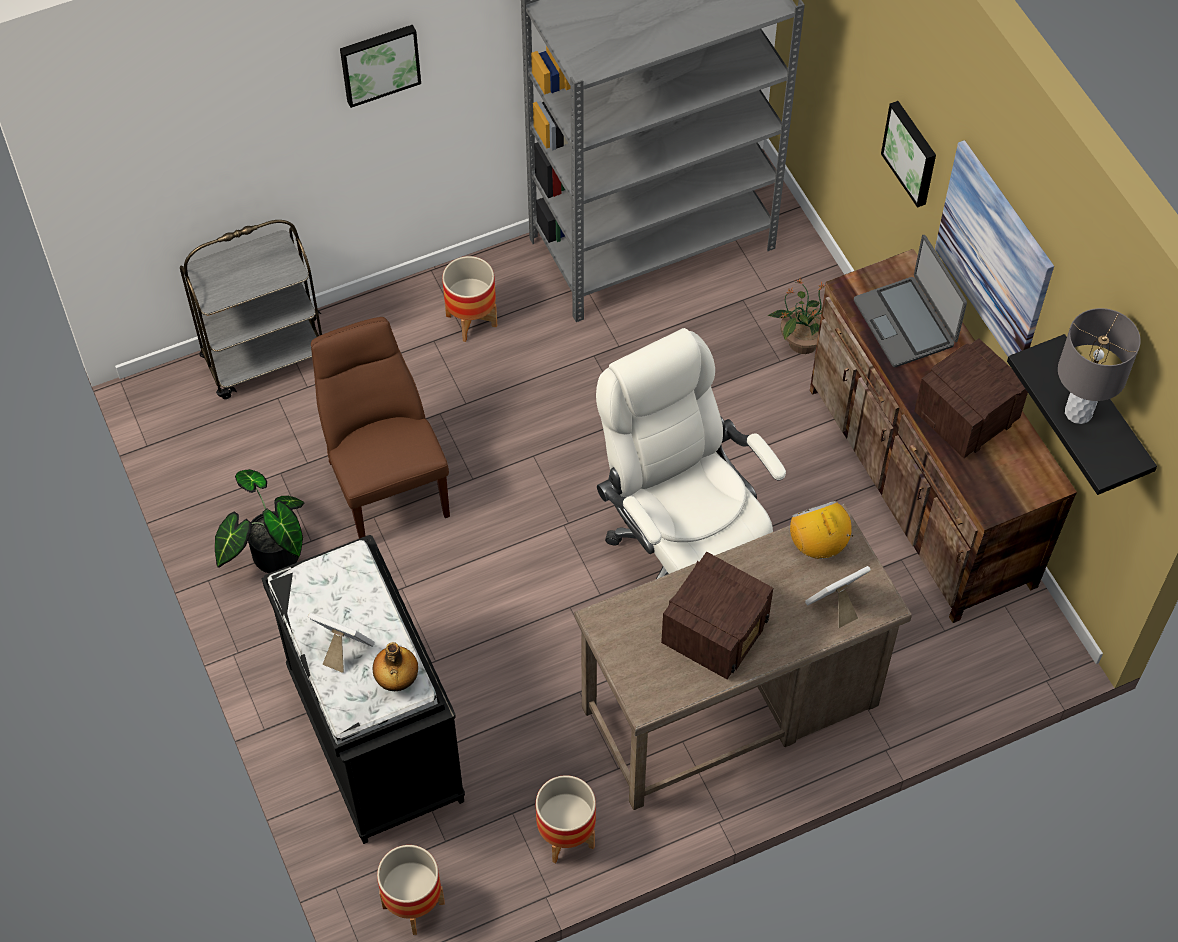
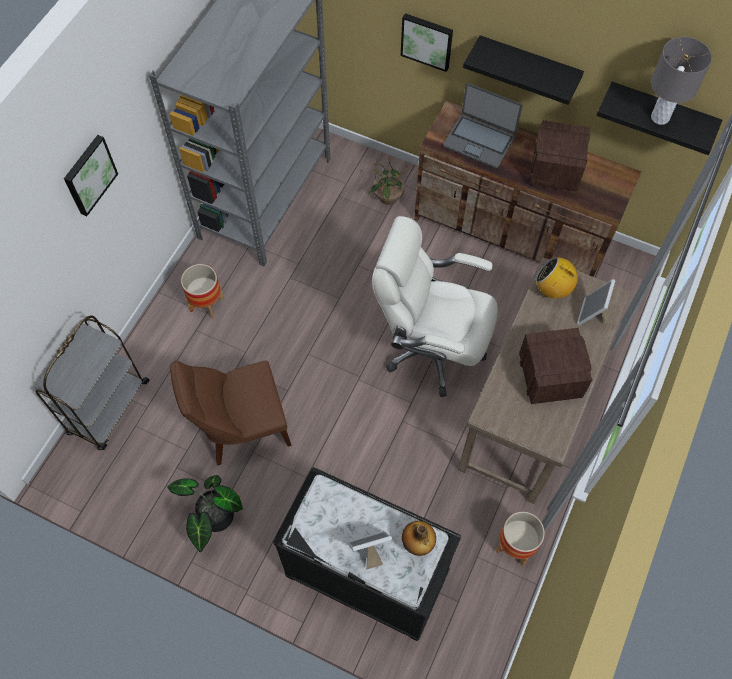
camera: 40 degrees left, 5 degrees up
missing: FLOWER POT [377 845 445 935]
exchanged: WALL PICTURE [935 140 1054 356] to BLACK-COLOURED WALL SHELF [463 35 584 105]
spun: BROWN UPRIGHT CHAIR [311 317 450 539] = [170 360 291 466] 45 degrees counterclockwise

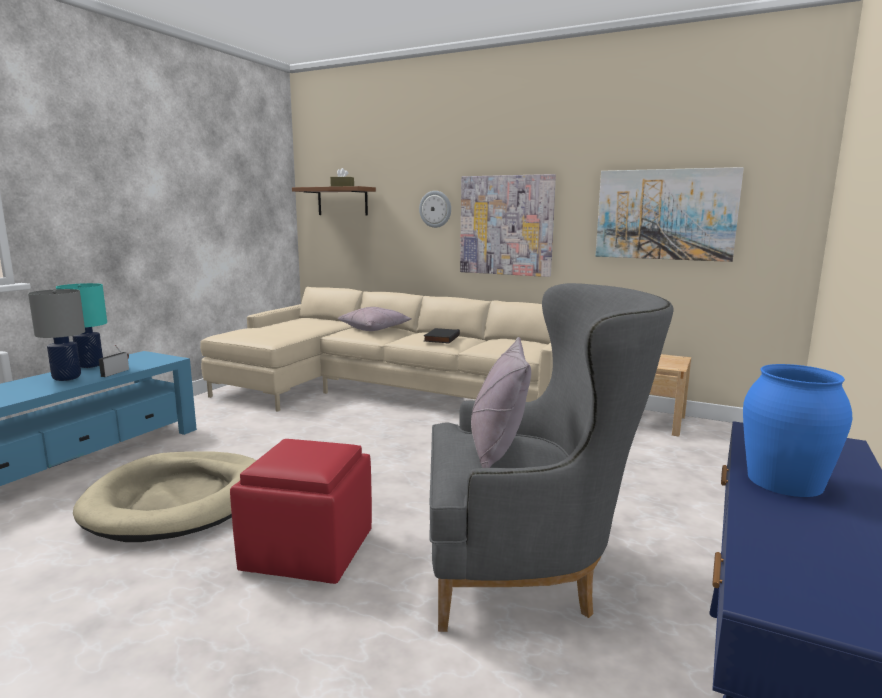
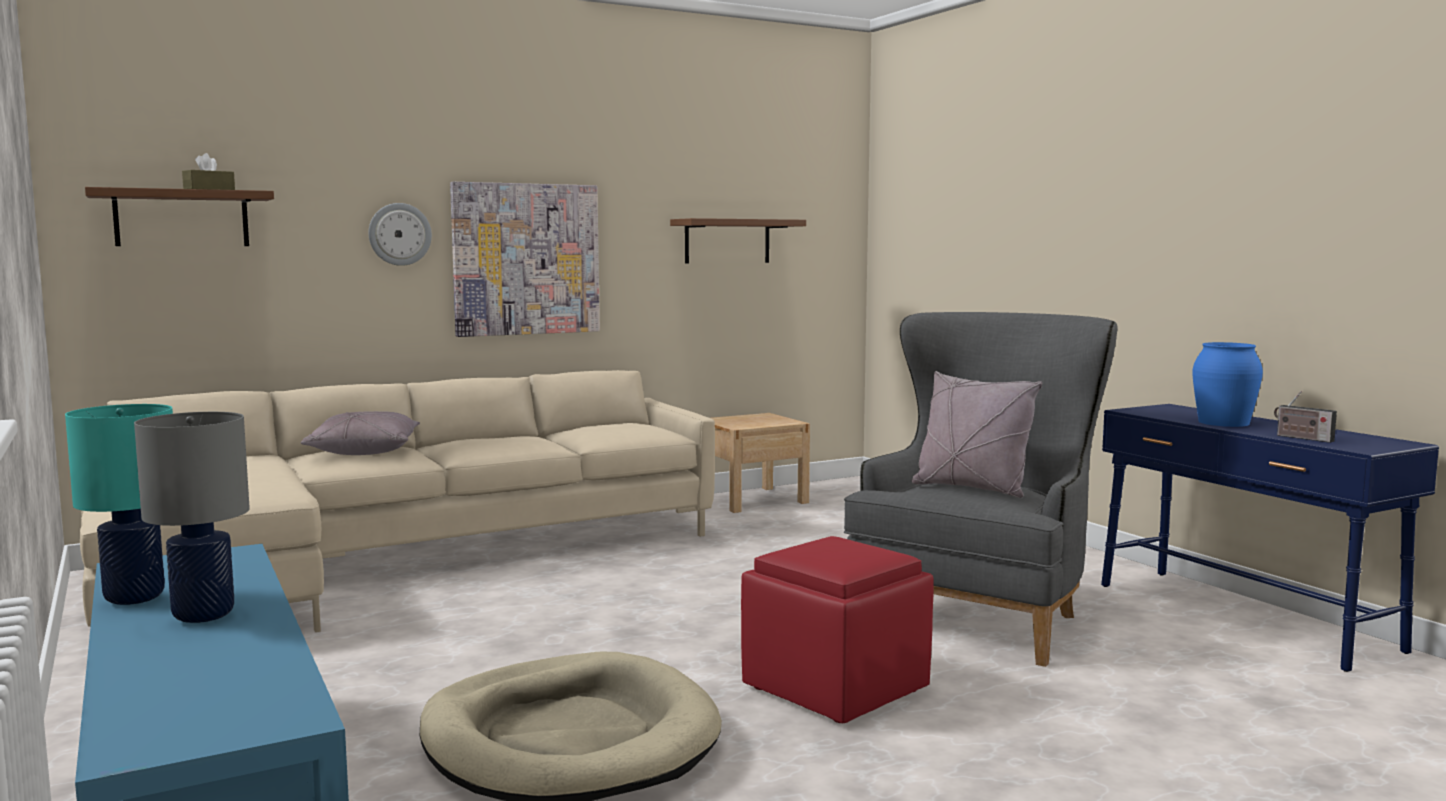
camera: 55 degrees left, 5 degrees down
missing: BLACK-COLOURED VOLUME [424 328 460 344]
relocated: RADIO SET [99 345 129 377] to [1274 391 1337 443]
exchanged: WALL PICTURE [596 167 744 262] to BROWN WALL SHELF [670 218 806 263]

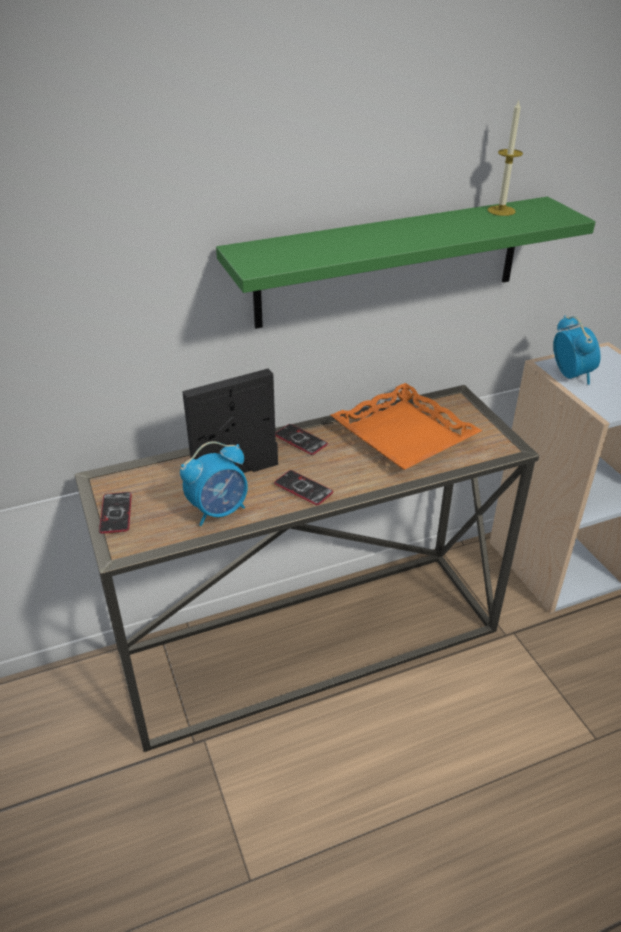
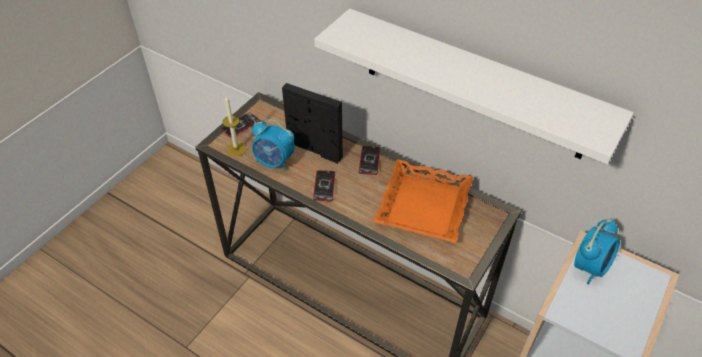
camera: 55 degrees right, 10 degrees up
relocated: CANDLE [488 100 523 216] to [223 96 246 156]
colour: GREENISH WALL SHELF [216 197 595 329] to WHITE WALL SHELF [314 8 634 164]

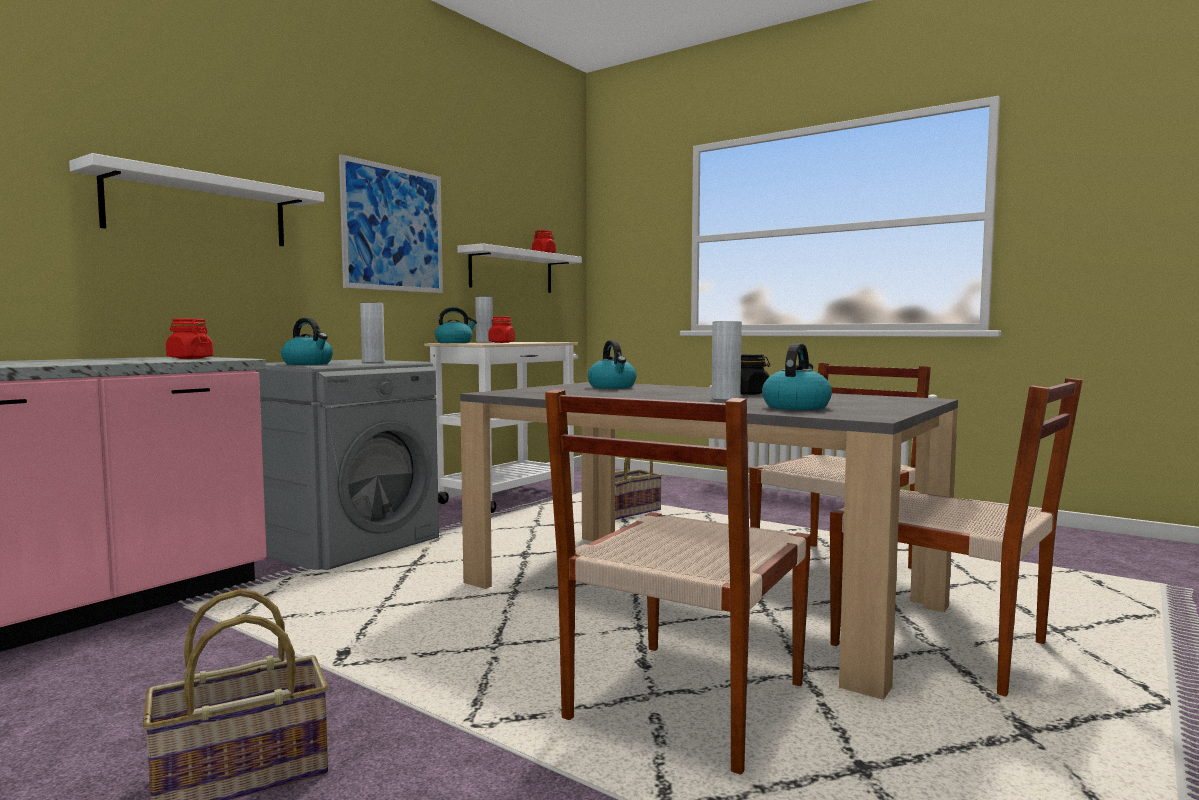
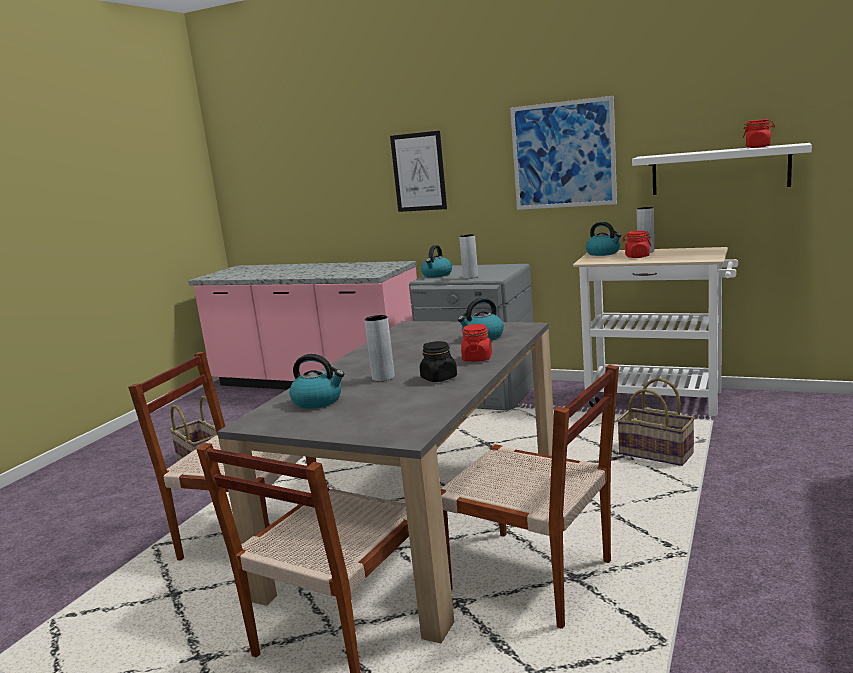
camera: 80 degrees right, 10 degrees up
relocated: RED JAR [166 319 213 359] to [461 324 492 361]
exchanged: WHITE WALL SHELF [69 153 324 246] to WALL PICTURE [390 131 447 212]

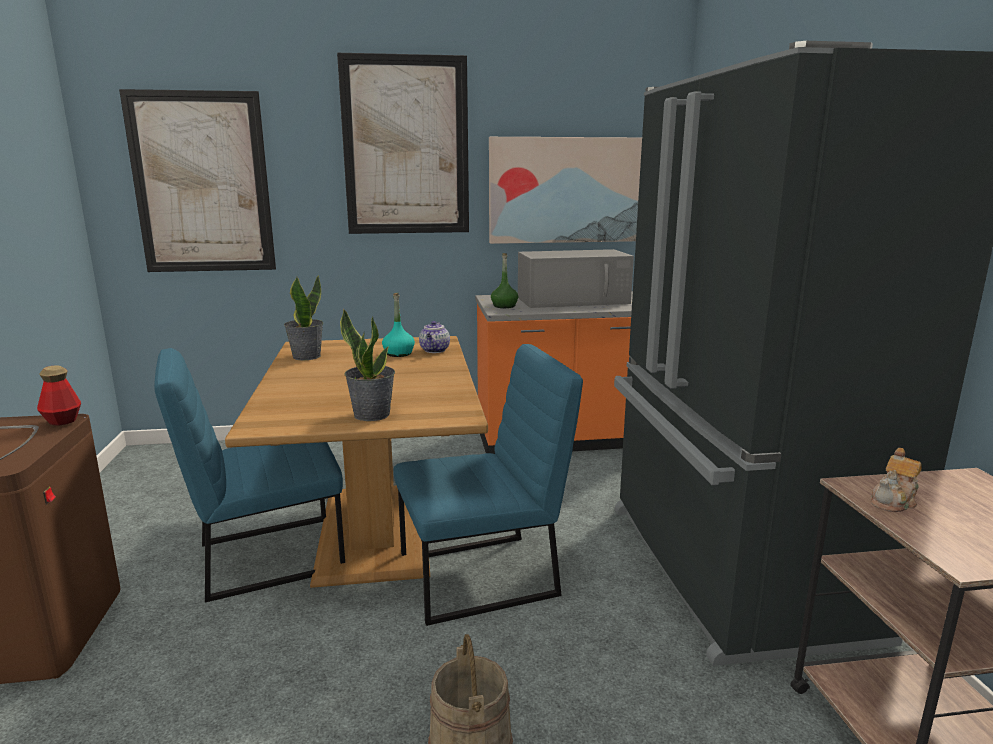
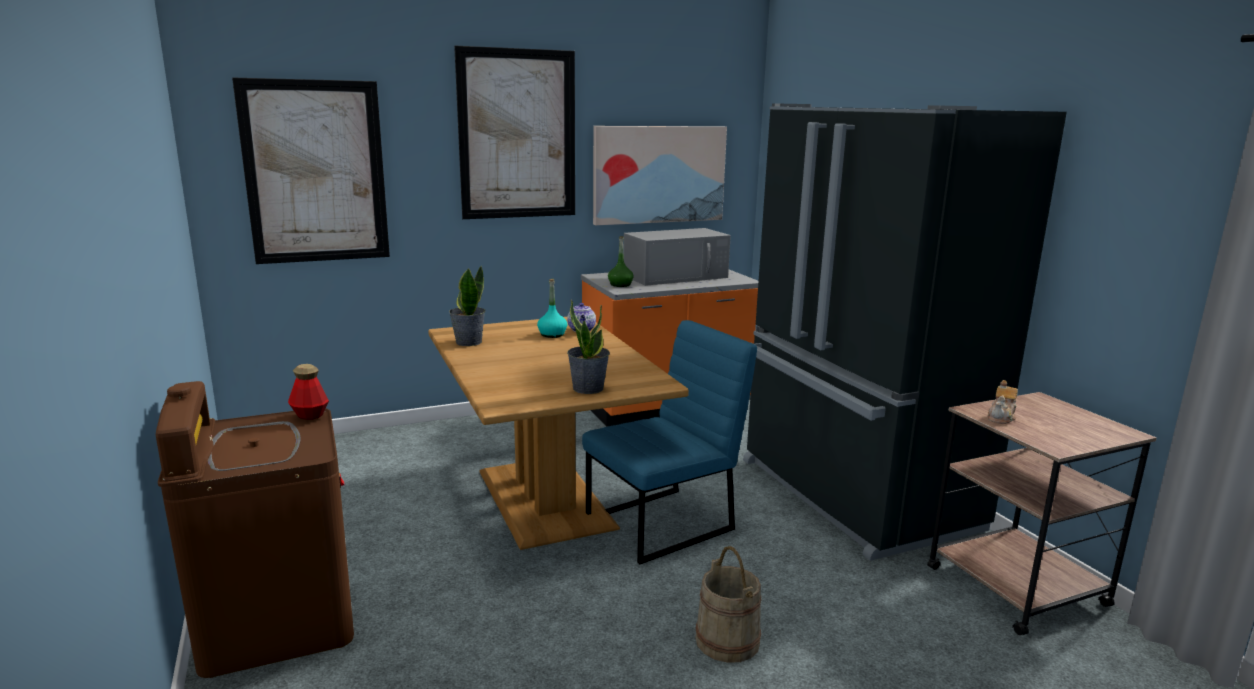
camera: 15 degrees left, 0 degrees up
missing: BLUE-COLOURED UPRIGHT CHAIR [154 348 345 603]

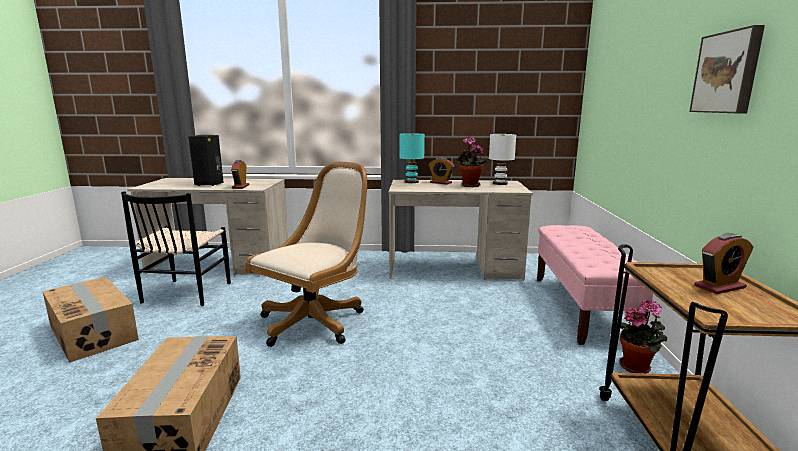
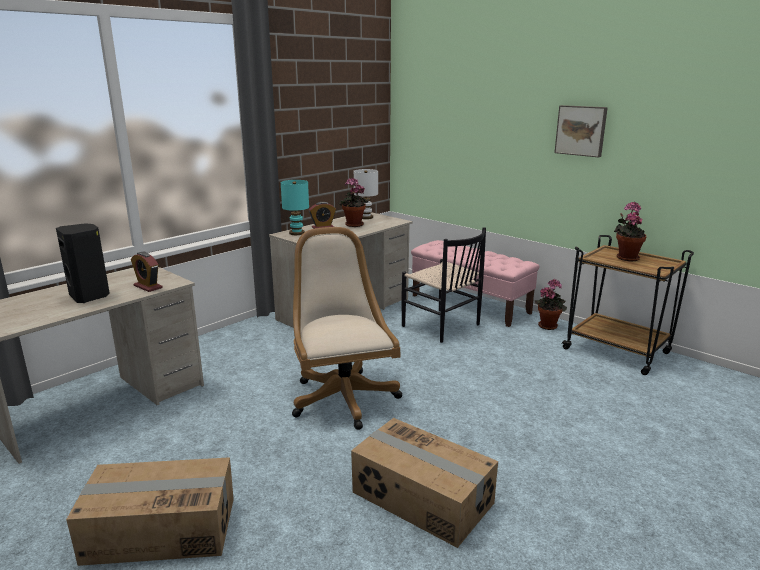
camera: 50 degrees left, 5 degrees up
relocated: BLACK-COLOURED UPRIGHT CHAIR [121 191 231 306] to [402 227 486 343]
exchanged: TABLE CLOCK [694 233 753 294] to POTTED PLANT [614 202 646 261]

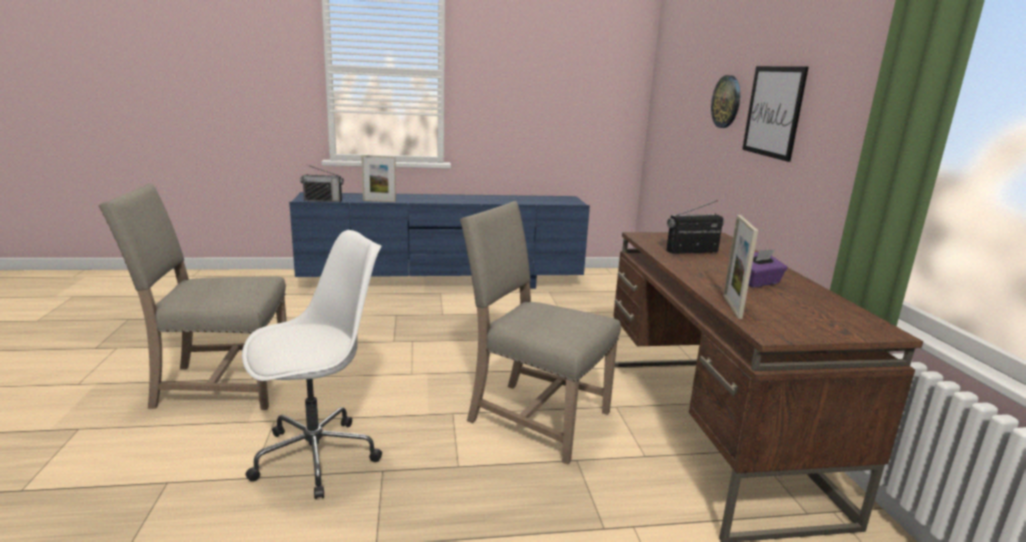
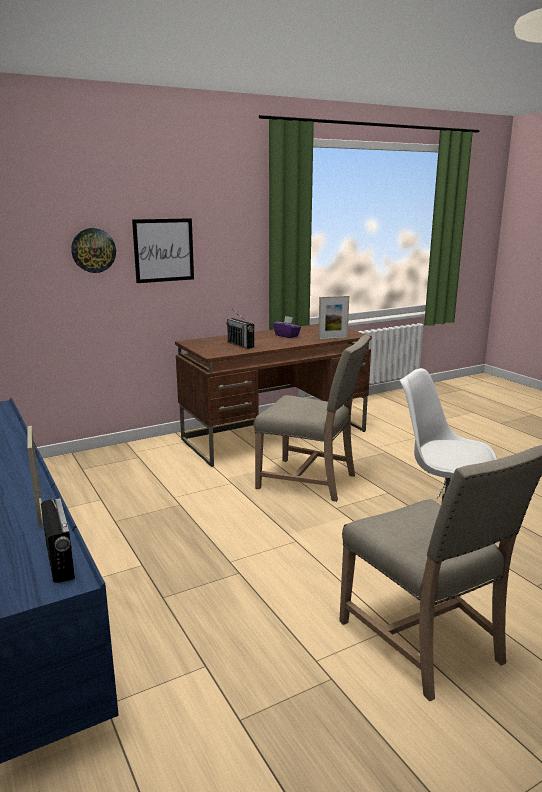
camera: 110 degrees left, 0 degrees up
spun: BEIGE UPRIGHT CHAIR [460 201 621 464] = [254 335 371 502] 75 degrees counterclockwise

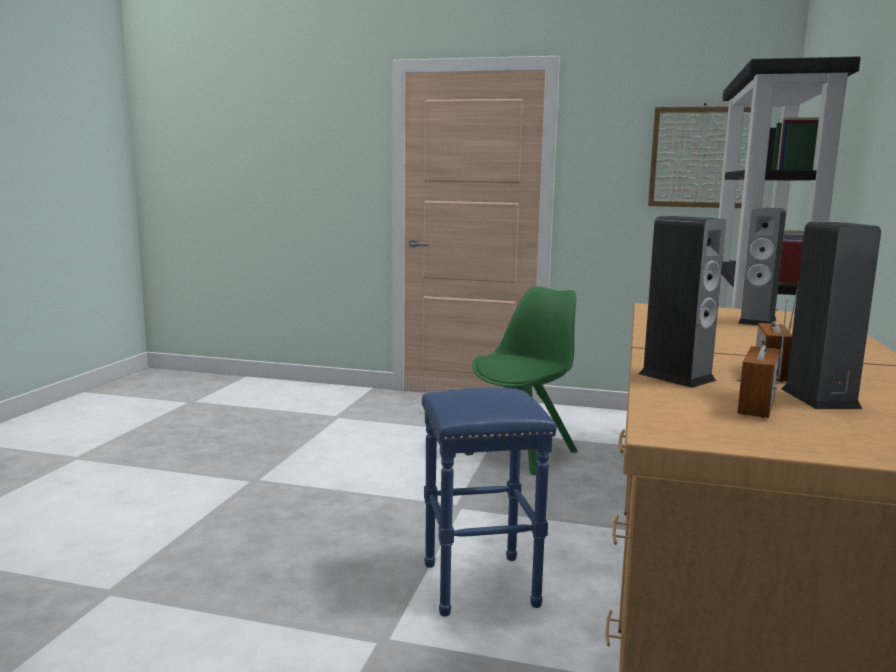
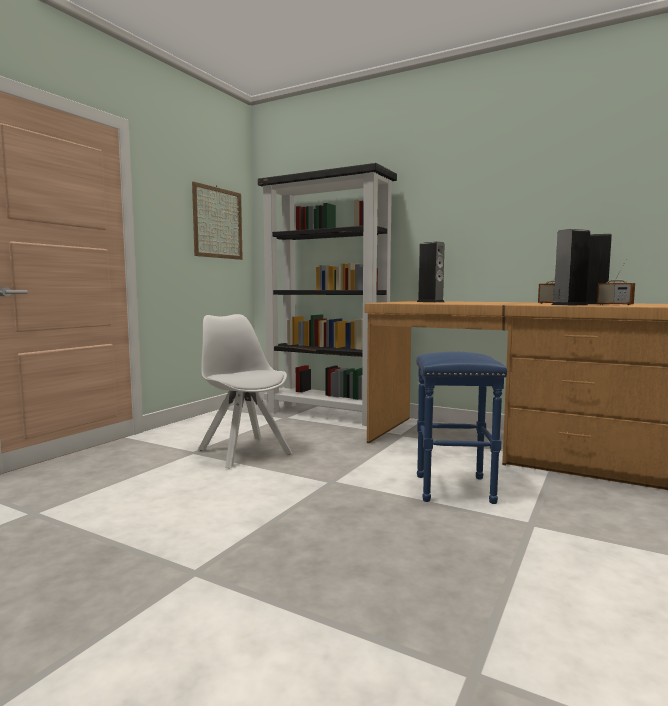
camera: 75 degrees left, 5 degrees down
colour: GREENISH UPRIGHT CHAIR [464 286 578 475] to WHITE UPRIGHT CHAIR [198 314 292 468]

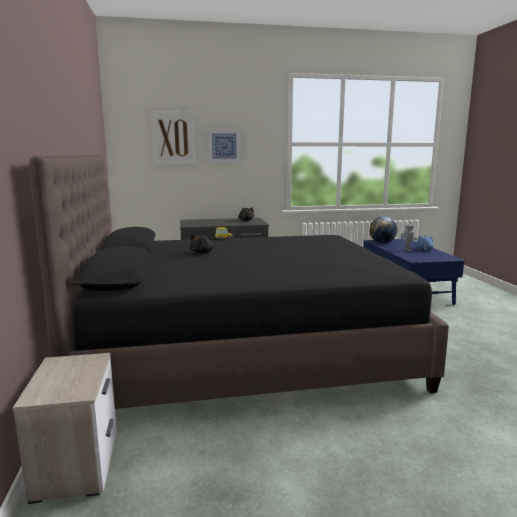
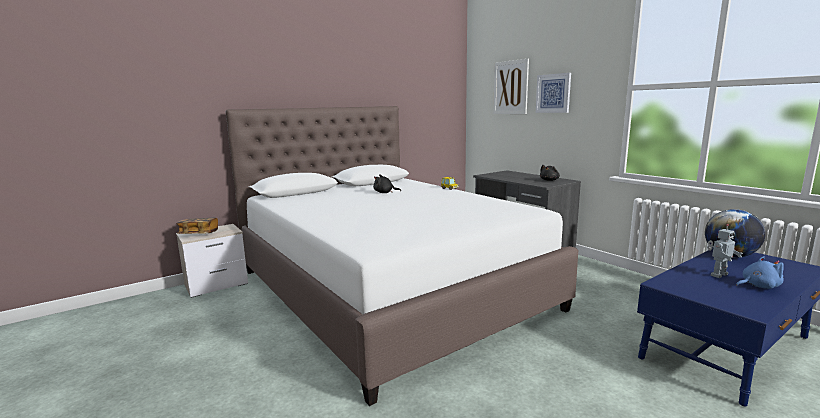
camera: 65 degrees right, 0 degrees up
appeared: VOLUME [177 218 218 234]
colour: BLACK-COLOURED BEDROOM BED [29 154 449 409] to WHITE BEDROOM BED [226 106 578 406]

